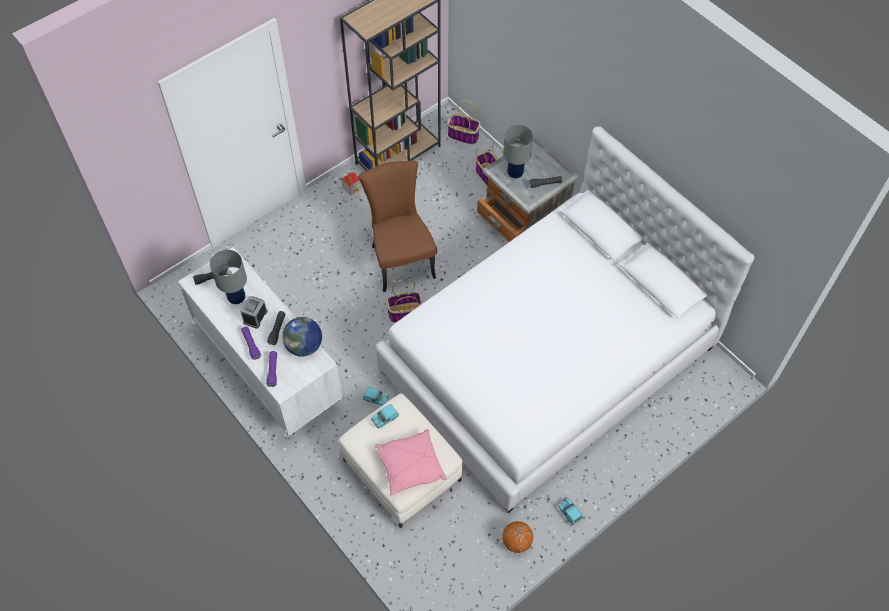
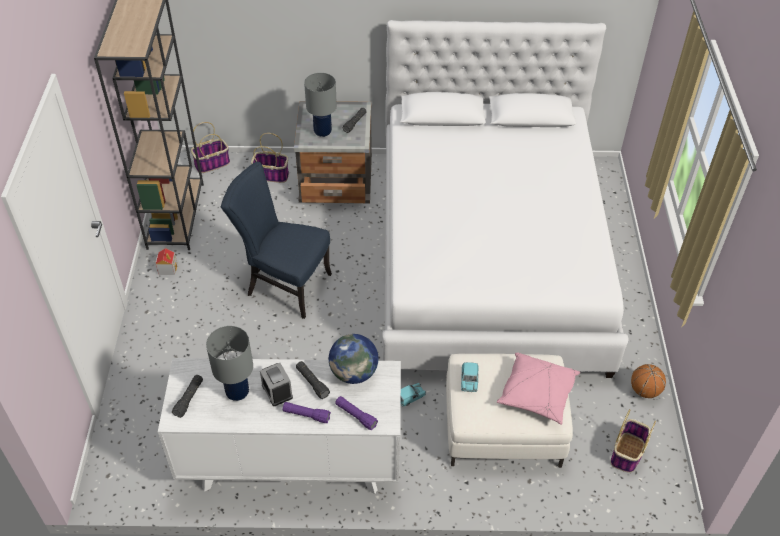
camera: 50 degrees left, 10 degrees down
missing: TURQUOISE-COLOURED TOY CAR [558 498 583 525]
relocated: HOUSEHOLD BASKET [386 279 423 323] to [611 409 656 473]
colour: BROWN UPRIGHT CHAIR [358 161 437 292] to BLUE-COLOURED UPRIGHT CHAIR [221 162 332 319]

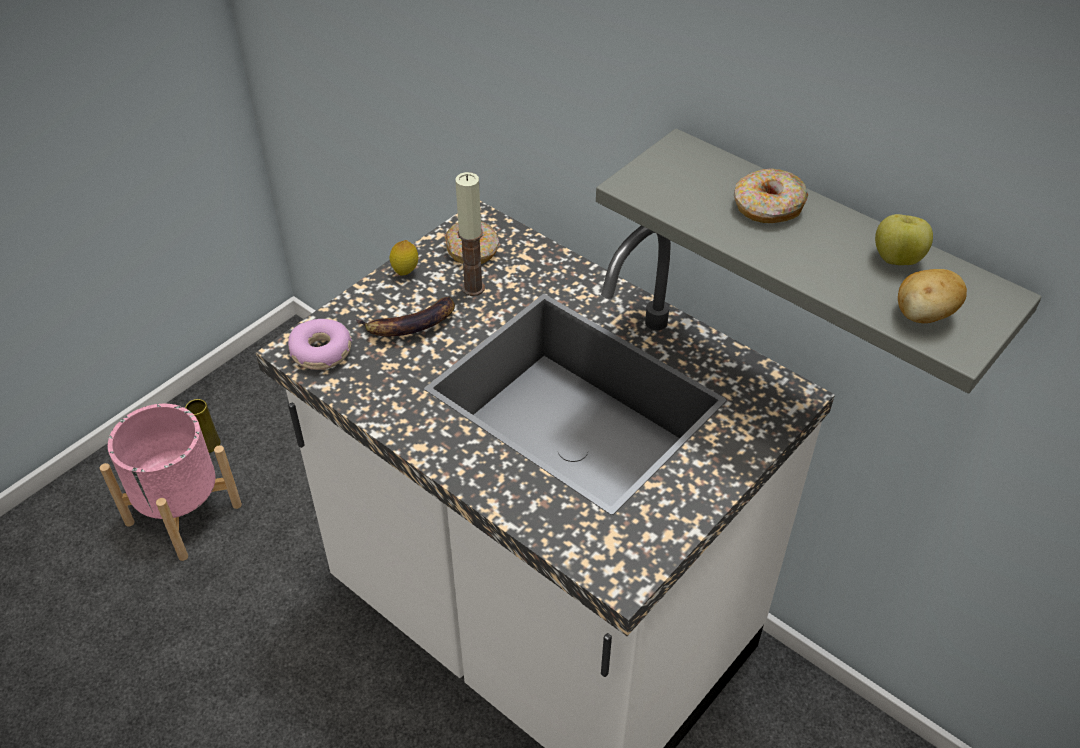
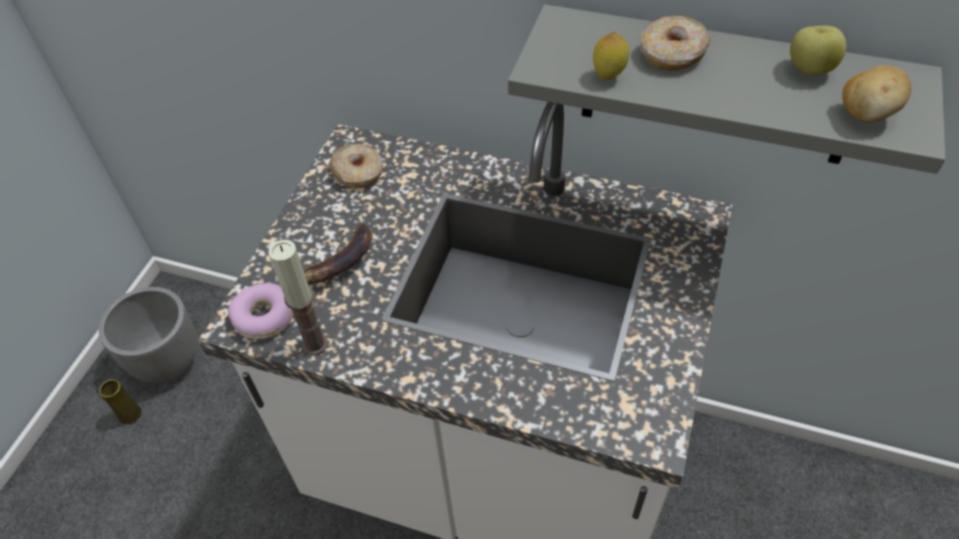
camera: 20 degrees left, 5 degrees up
missing: PINKISH FLOWER POT [100 404 242 561]
appeared: GRAY FLOWER POT [99 287 197 383]
relocated: CITRUS FRUIT [390 240 418 276] to [593 32 629 80]; CANDLE [455 172 485 296] to [268 239 328 355]

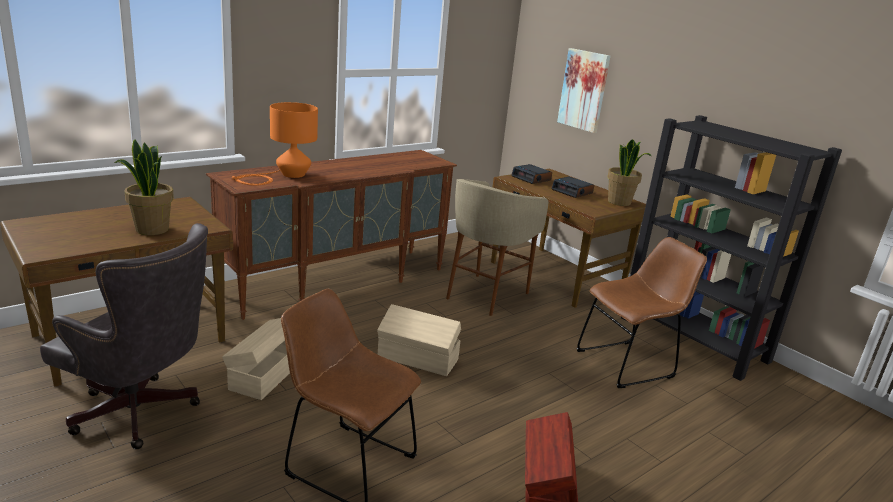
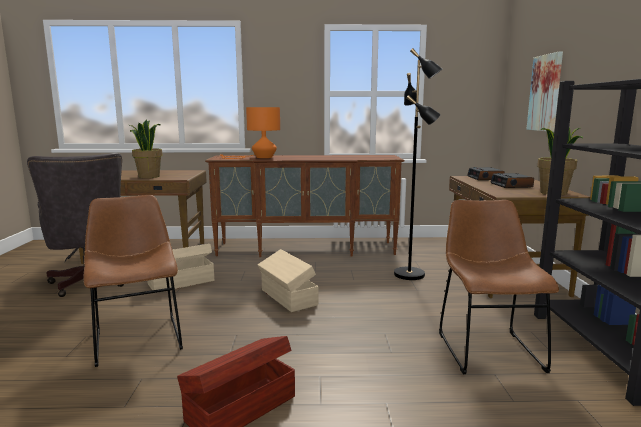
camera: 40 degrees right, 10 degrees down
exchanged: BEIGE STOOL SEAT [446 179 548 316] to BLACK-COLOURED STANDING LAMP [394 48 442 280]
spun: BROWN UPRIGHT CHAIR [576 237 707 388] = [439 200 559 374] 105 degrees counterclockwise

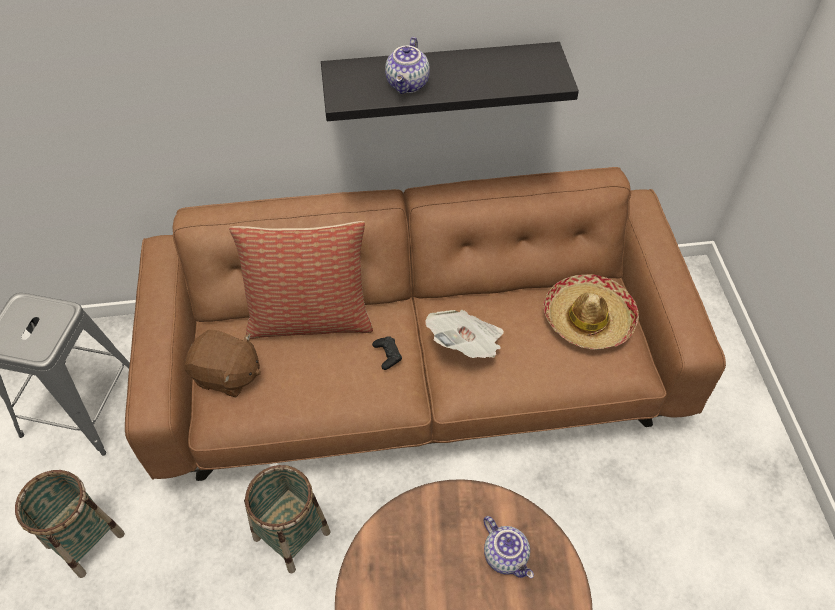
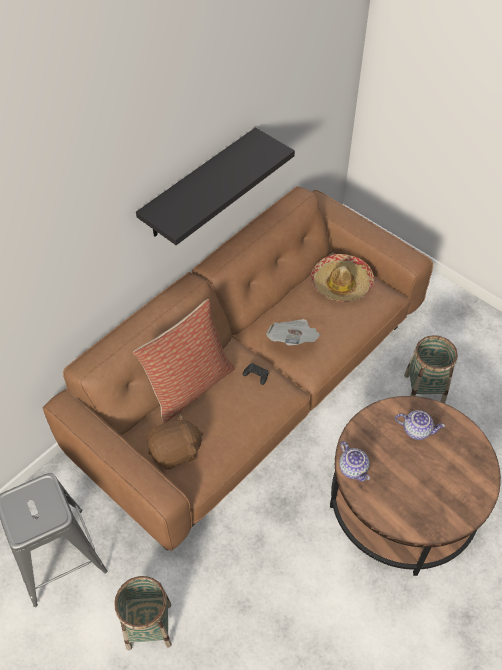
camera: 40 degrees left, 0 degrees up
relocated: HOUSEHOLD BASKET [244 465 331 574] to [404 335 458 403]; POT FOR TEA [385 37 430 94] to [339 441 370 482]

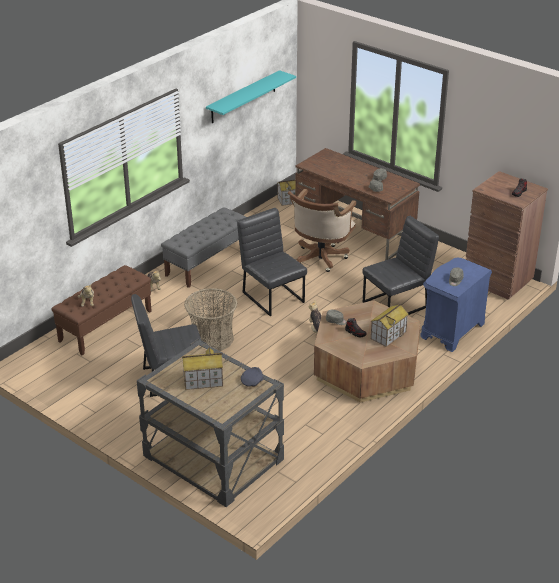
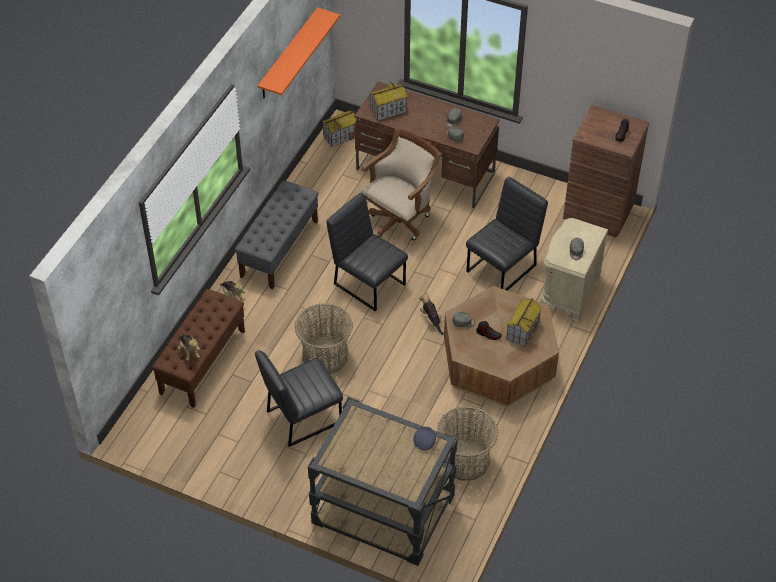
camera: 15 degrees left, 15 degrees up
appeared: HOUSEHOLD BASKET [437 406 498 481]
relocated: MINIATURE HOUSE [182 347 223 390] to [369 81 407 121]
colour: TURQUOISE-COLOURED WALL SHELF [206 70 296 123] to ORANGE-COLOURED WALL SHELF [258 8 340 98]; BLUE-COLOURED NIGHTSTAND [420 258 492 352] to BEIGE NIGHTSTAND [540 218 608 321]
spun: OFFICE CHAIR [288 189 356 272] = [361 127 442 240] 150 degrees counterclockwise

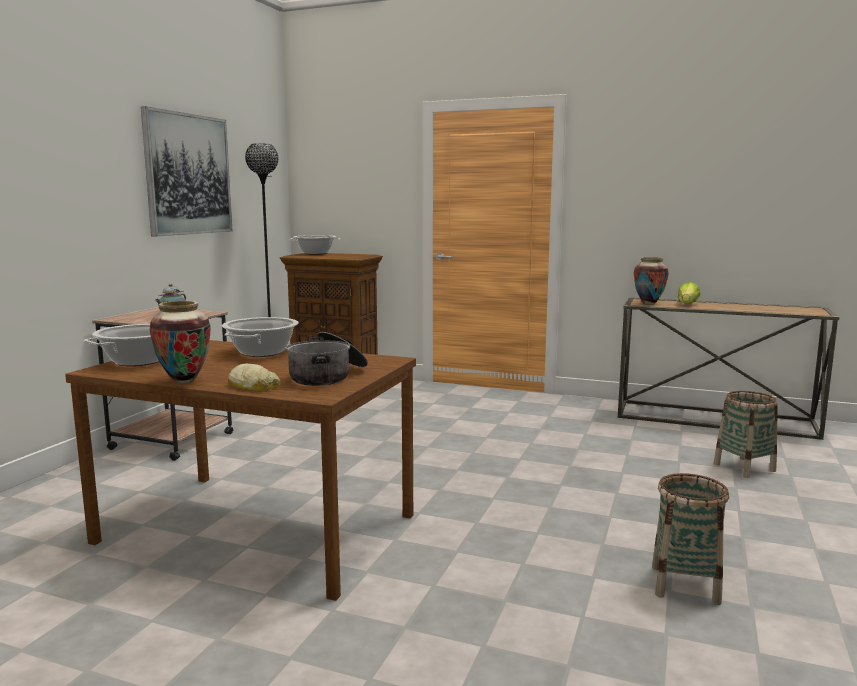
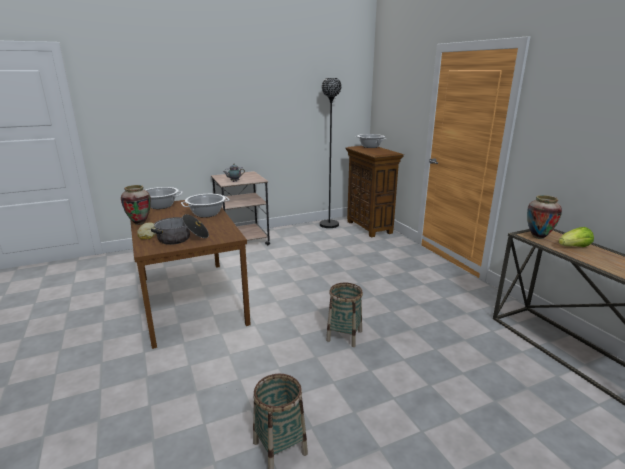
camera: 45 degrees right, 10 degrees up
missing: WALL PICTURE [141 106 232 237]
relocated: HOUSEHOLD BASKET [714 391 777 478] to [326 283 363 347]

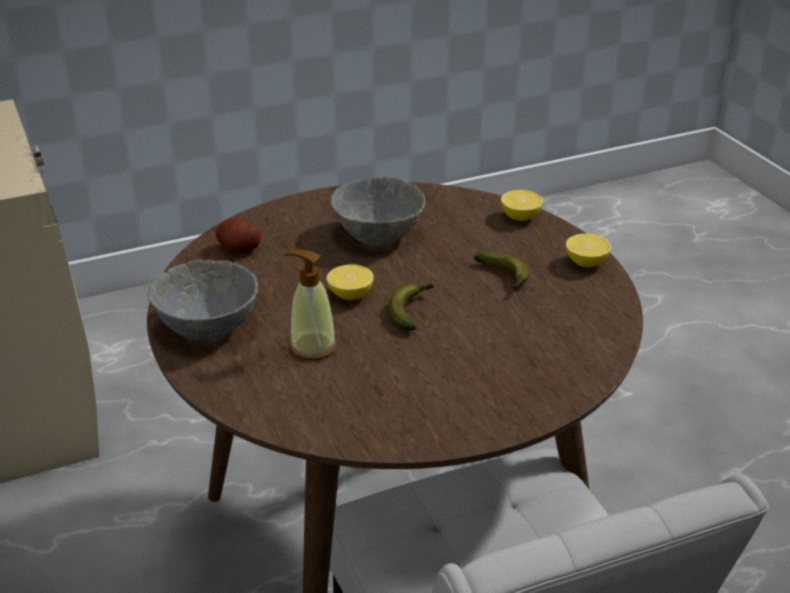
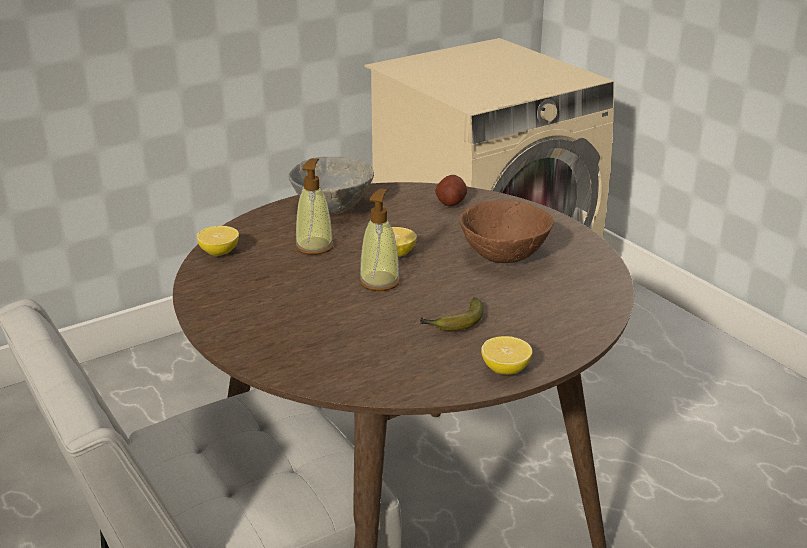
camera: 80 degrees right, 5 degrees down
relocated: CITRUS FRUIT [501 190 543 221] to [197 226 239 256]
exchanged: WHOLE BANANA [389 284 434 330] to SOAP BOTTLE [359 189 400 291]
colour: GRAY DEEP DISH [330 177 425 245] to BROWN DEEP DISH [460 200 554 263]

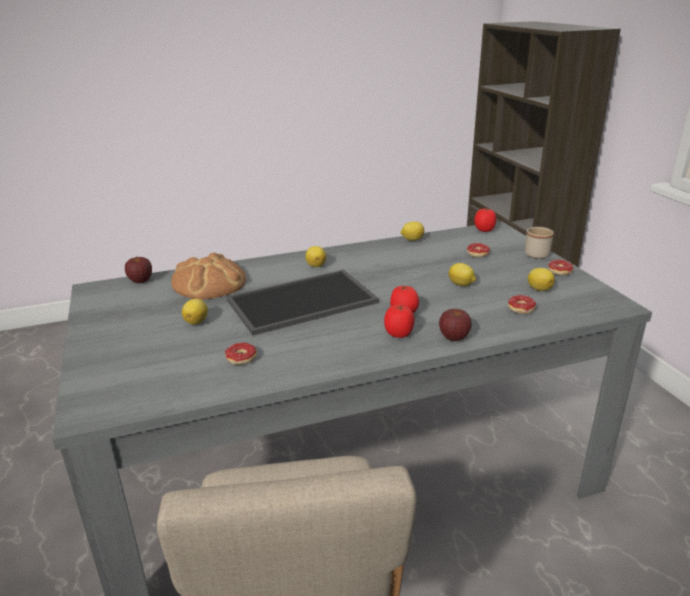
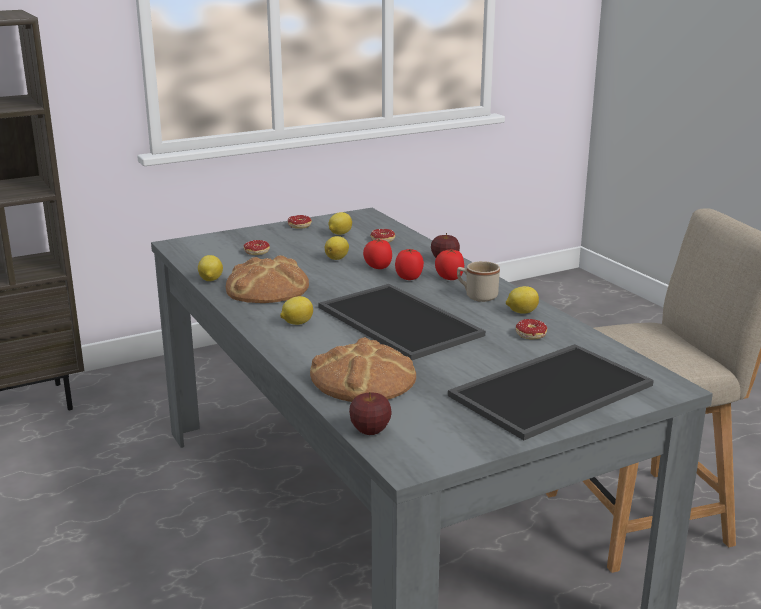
camera: 100 degrees left, 5 degrees down
appeared: BREAD [226 255 309 303]; CARRYING TRAY [448 344 654 440]
relocated: CITRUS FRUIT [182 299 208 325] to [506 286 539 314]; FRESH TOMATO [474 208 496 232] to [363 239 392 269]; BEIGE MUG [525 227 554 259] to [457 261 500 302]

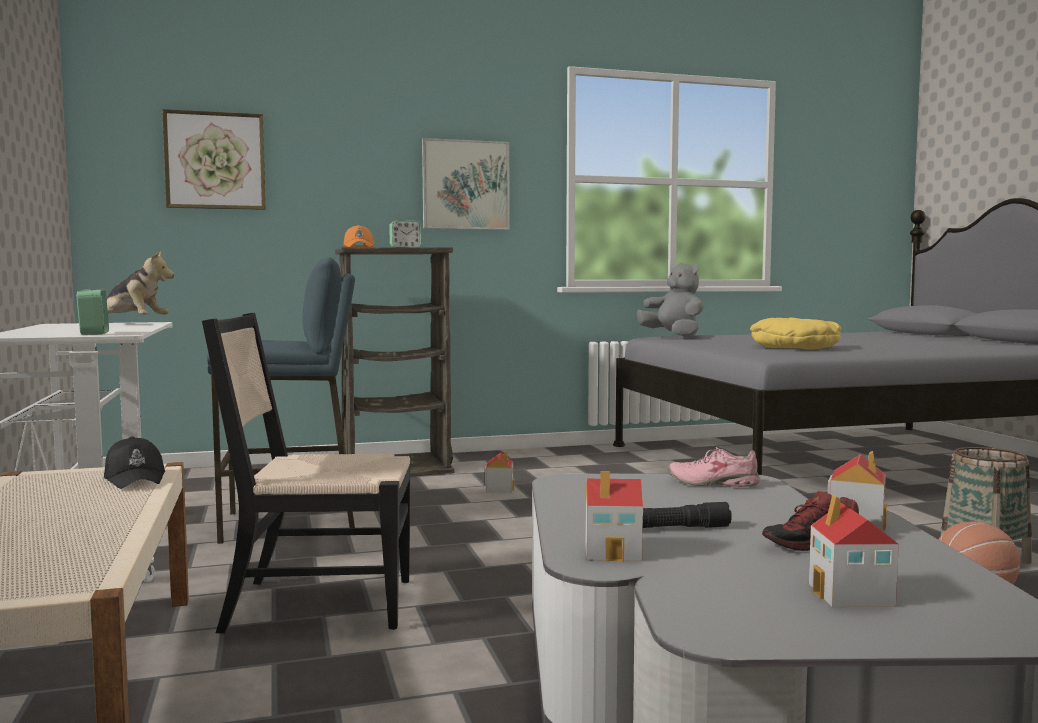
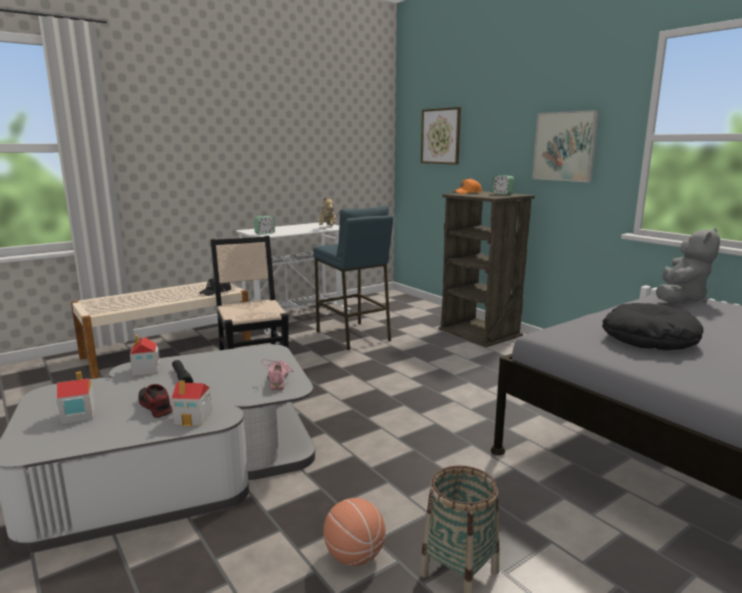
camera: 70 degrees right, 10 degrees up
missing: MINIATURE HOUSE [485 451 514 493]
colour: YELLOW-COLOURED THROW PILLOW [750 318 841 350] to BLACK-COLOURED THROW PILLOW [602 303 703 350]

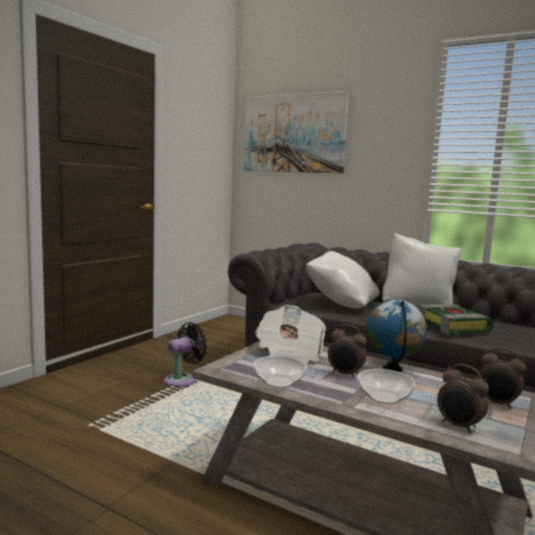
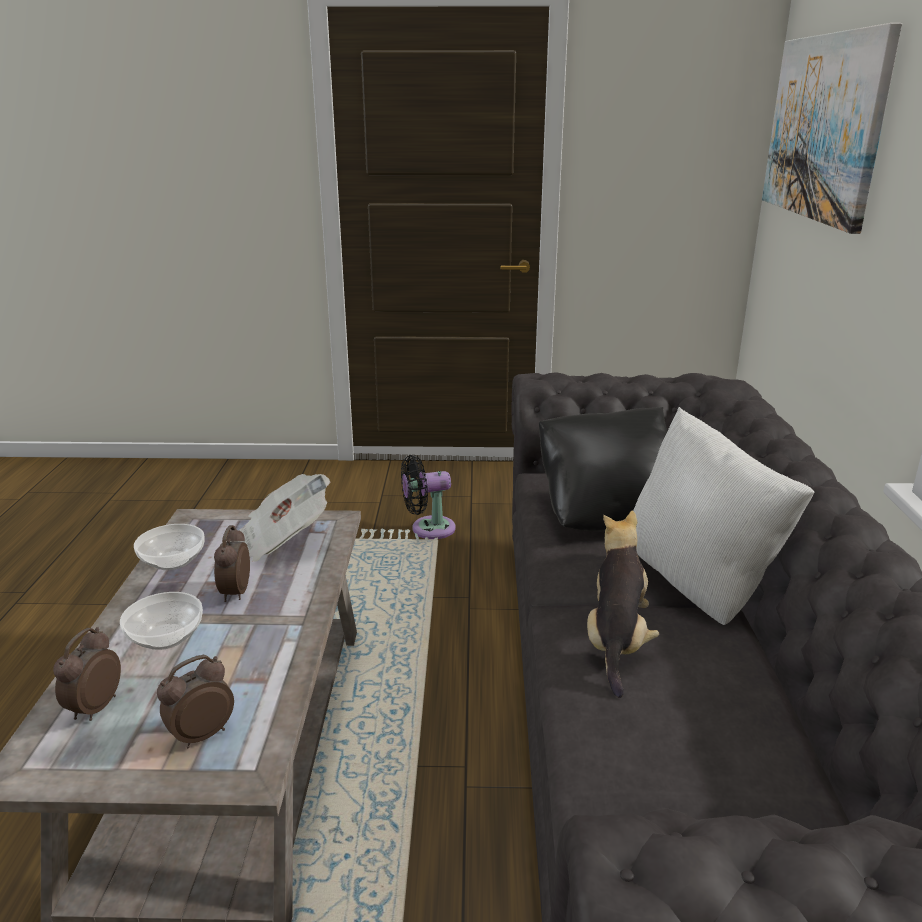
camera: 60 degrees right, 15 degrees up
missing: GLOBE [367 299 427 372]
exchanged: VOLUME [418 304 494 335] to SOFT TOY [587 510 659 698]
colour: WHITE THROW PILLOW [306 251 379 308] to BLACK-COLOURED THROW PILLOW [539 407 668 531]
spun: BLACK-COLOURED FAN [164 322 207 387] = [401 455 456 539] 150 degrees clockwise; TABLE CLOCK [480 348 526 409] = [157 655 234 748] 45 degrees clockwise

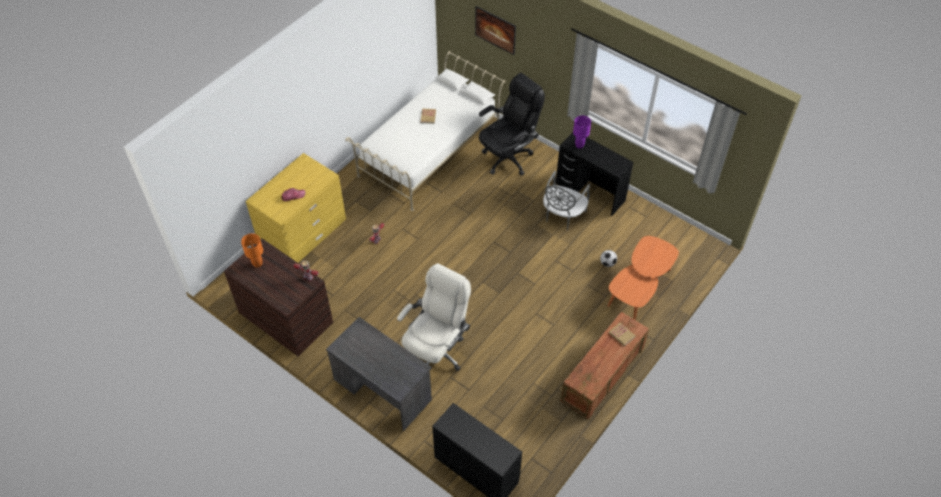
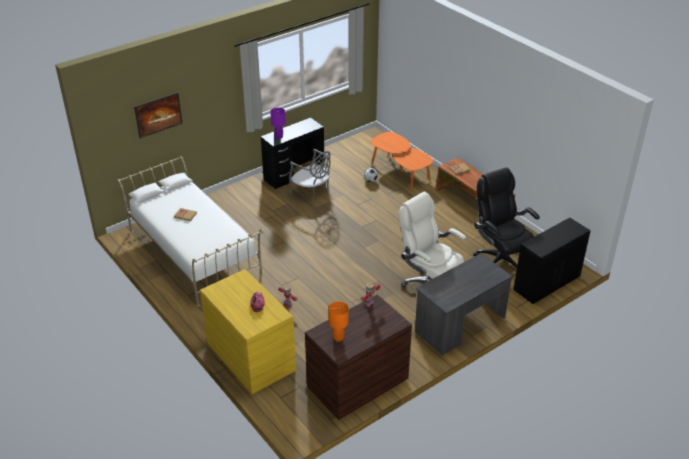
camera: 75 degrees left, 15 degrees down
relocated: BLACK-COLOURED OFFICE CHAIR [479 73 545 176] to [473 167 540 269]

